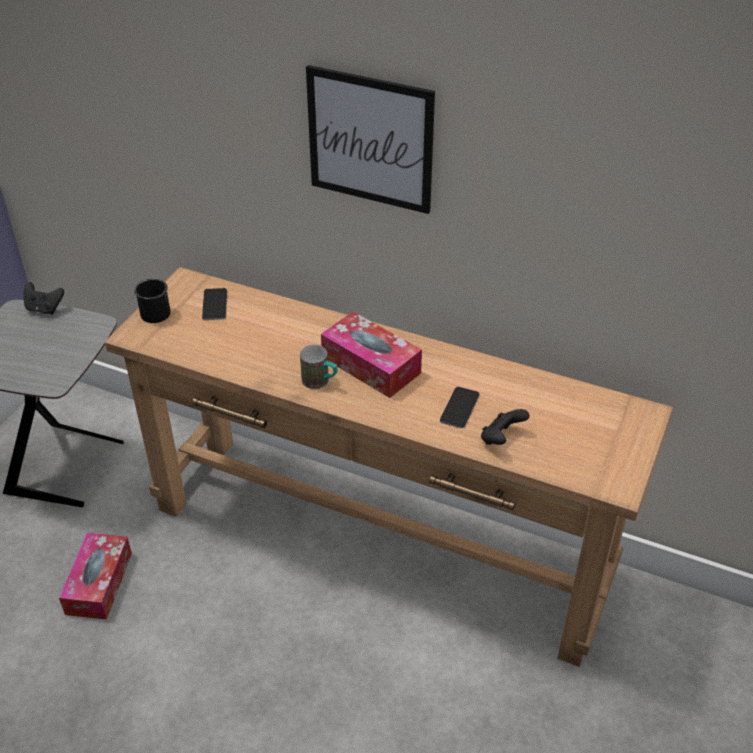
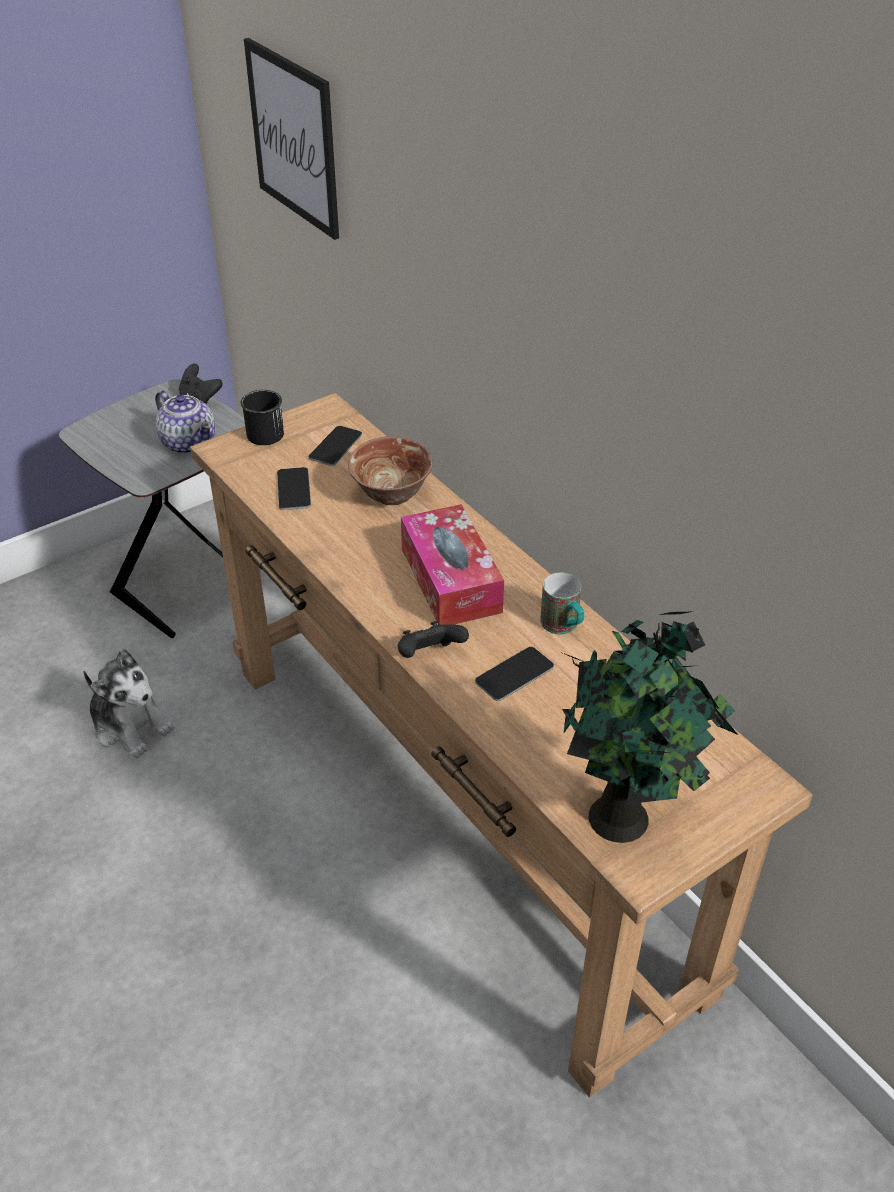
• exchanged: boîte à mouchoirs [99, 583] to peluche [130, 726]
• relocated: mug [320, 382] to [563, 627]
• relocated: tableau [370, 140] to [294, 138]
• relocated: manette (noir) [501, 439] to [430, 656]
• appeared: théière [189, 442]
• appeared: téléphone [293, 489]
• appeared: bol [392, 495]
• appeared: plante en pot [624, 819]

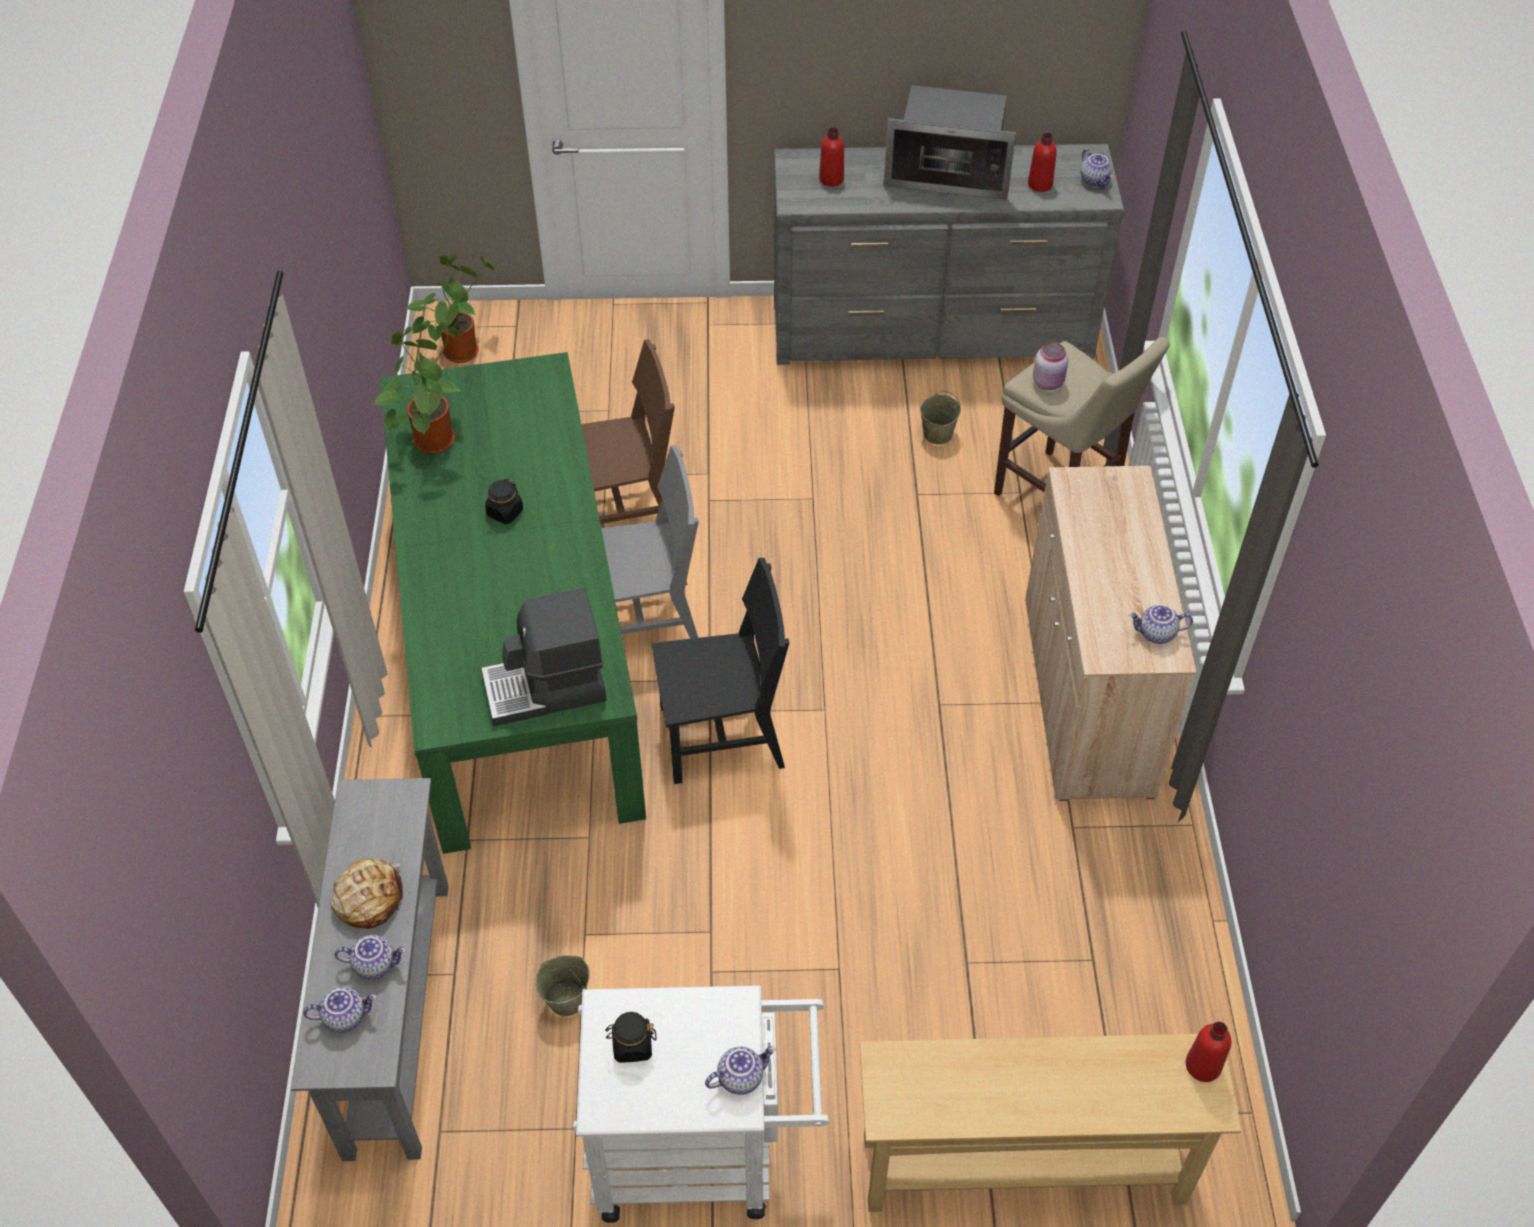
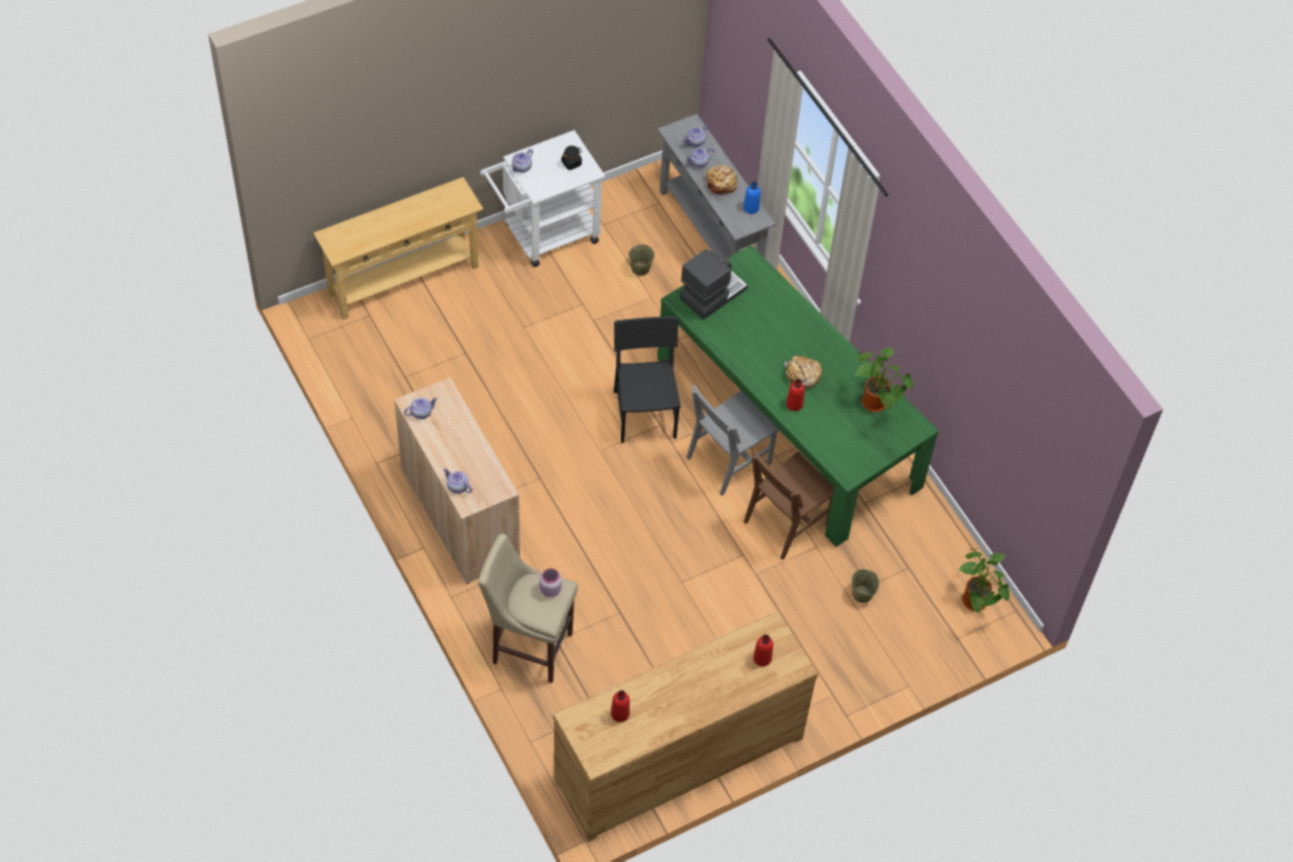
• exchanged: bocal (noir) [505, 512] to pain [802, 375]
• spun: chaise (noir) [722, 737] = [645, 414] 120 degrees clockwise
• colour: commode (gris) [932, 330] to commode (marron) [677, 757]
• missing: micro-ondes [949, 173]
• relocated: seau (beige) [938, 434] to [862, 594]
• relocated: théière [1095, 180] to [457, 487]
• relocated: bouteille (rouge) [1203, 1066] to [794, 404]
• appeared: bouteille (bleu) [751, 208]

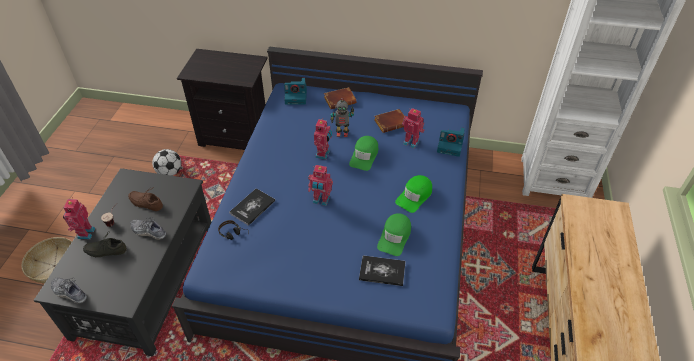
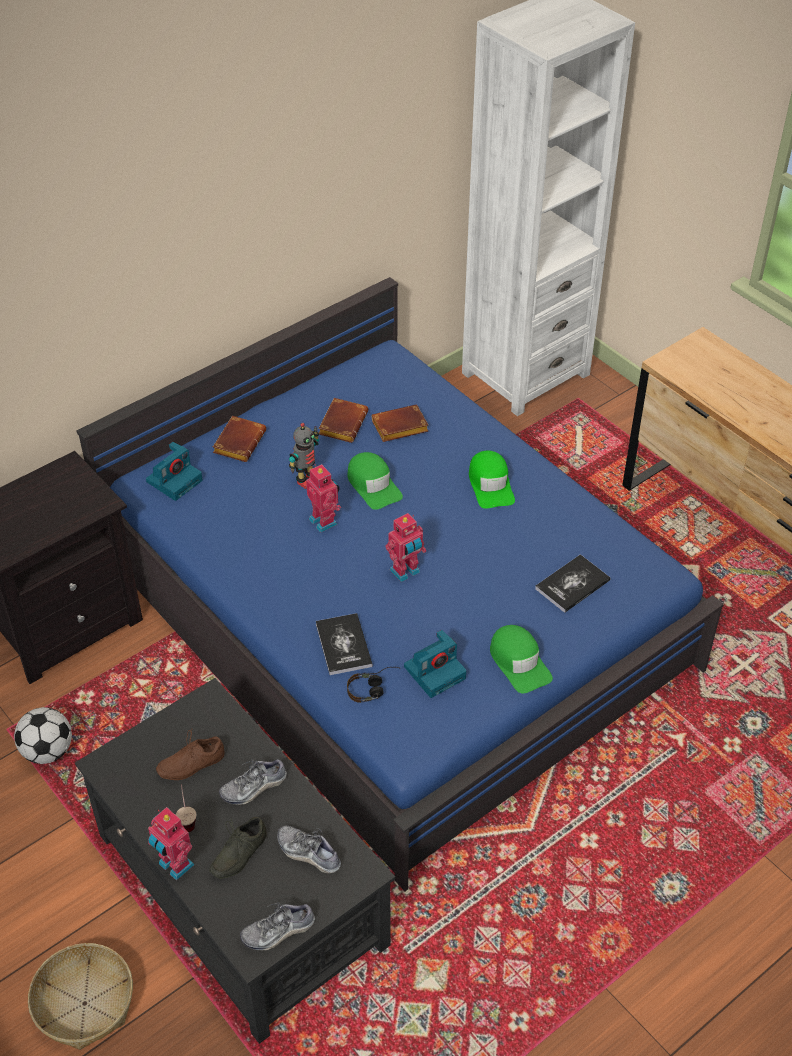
• relocated: casquette (vert) [395, 237] to [519, 663]
• exchanged: robot jouet [411, 142] to livre (marron) [399, 428]
• relocated: appareil photo [450, 146] to [435, 671]
• appeared: chaussure [308, 853]

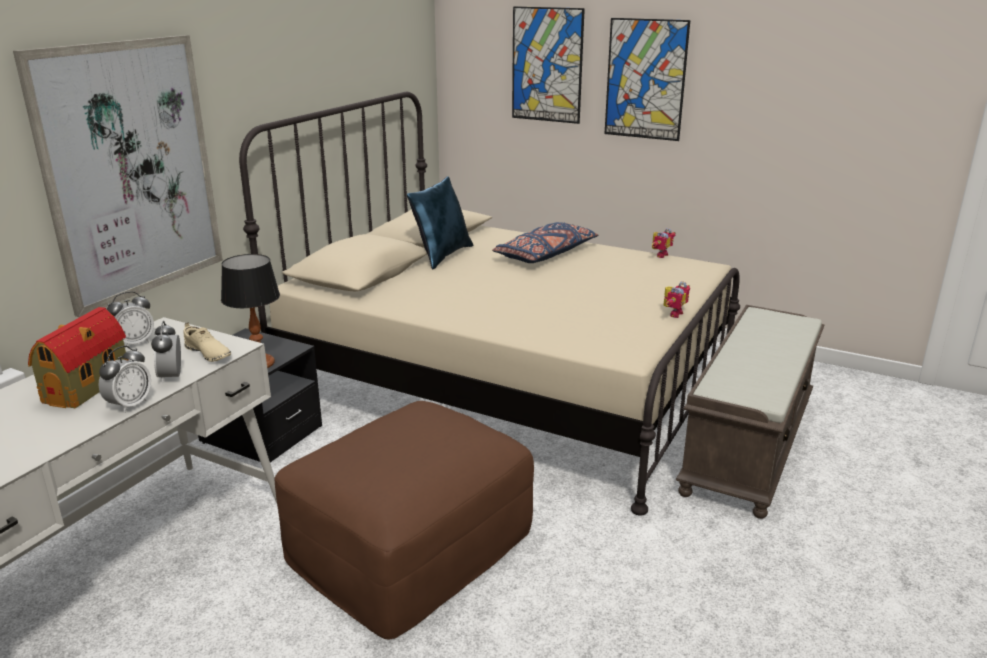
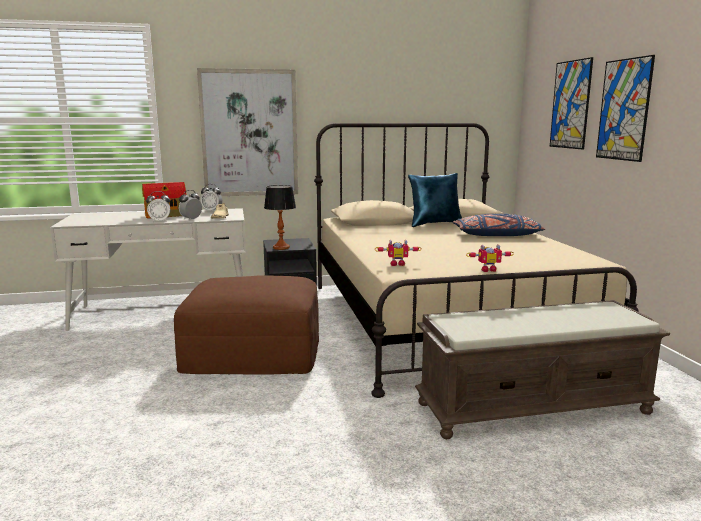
• relocated: robot jouet [659, 255] to [397, 264]

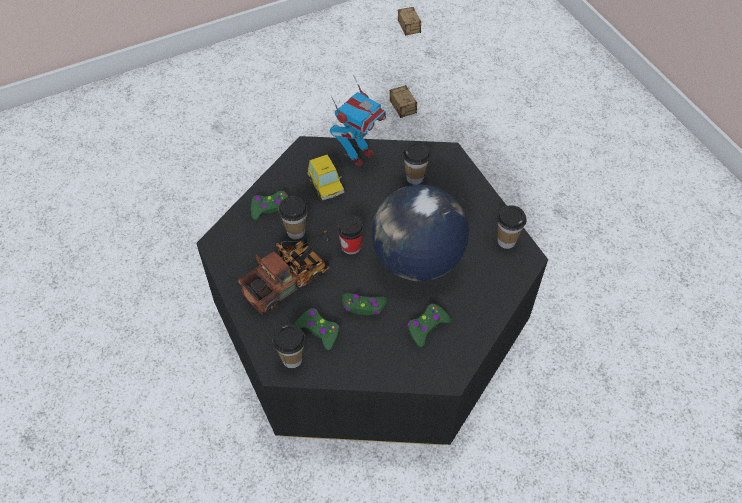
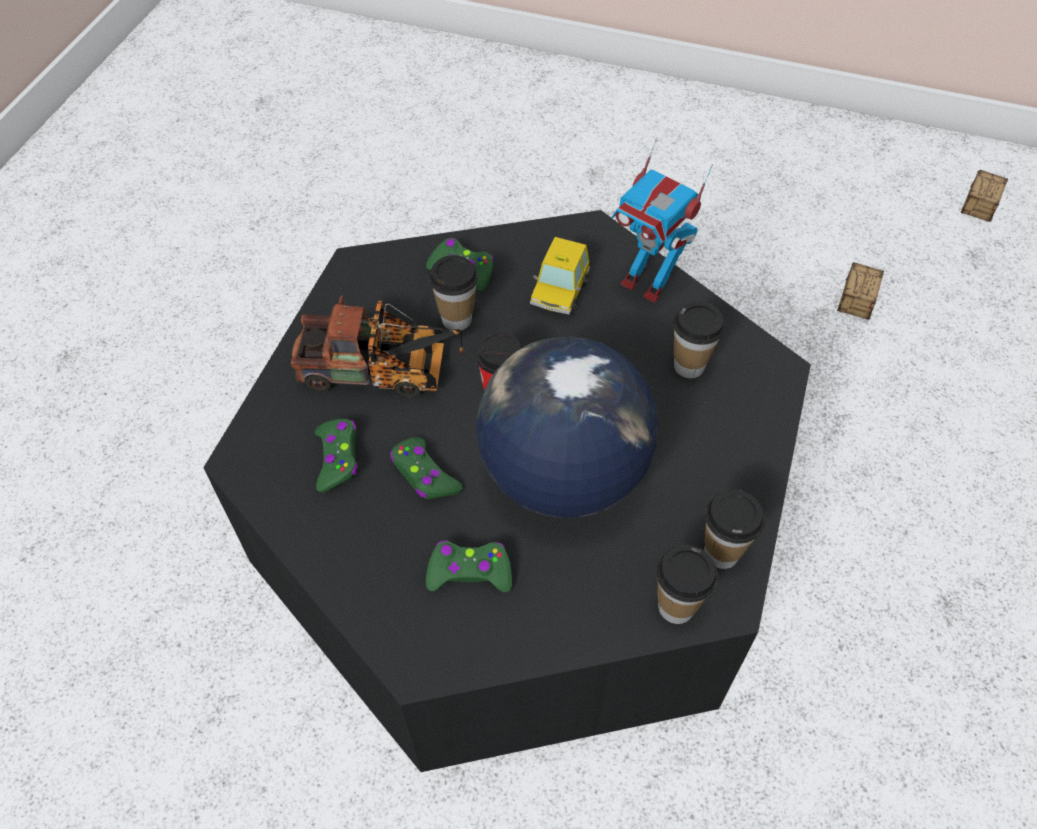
• relocated: tasse [292, 359] to [676, 607]
• spun: robot jouet [358, 155] = [647, 283] 45 degrees clockwise

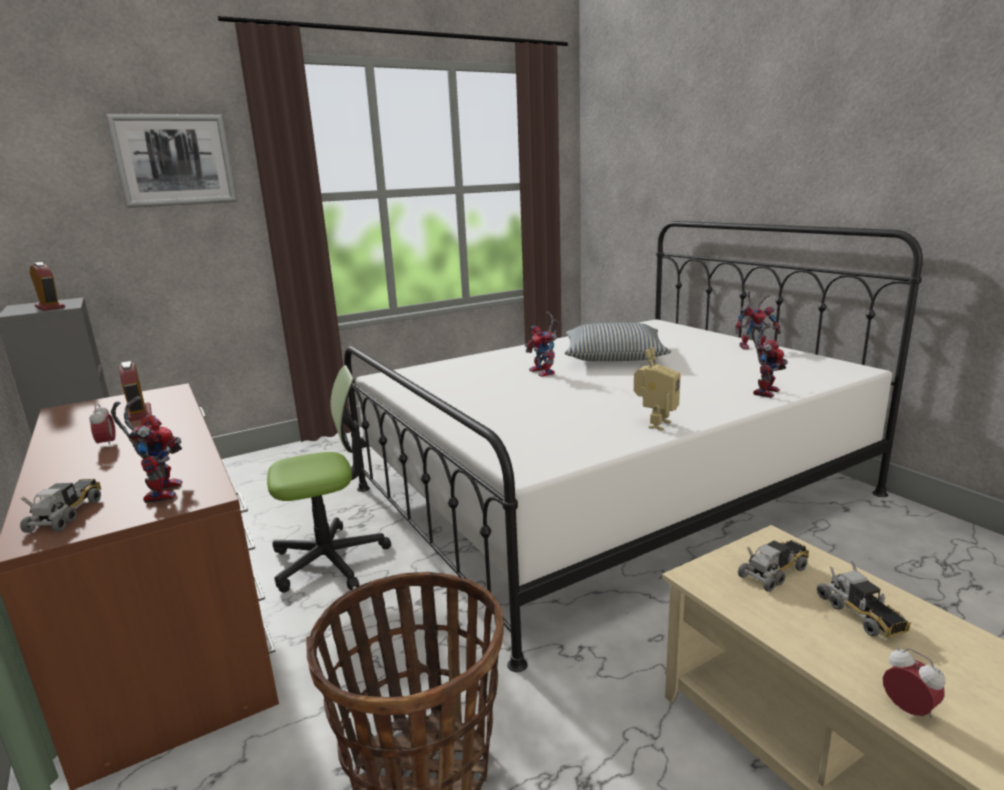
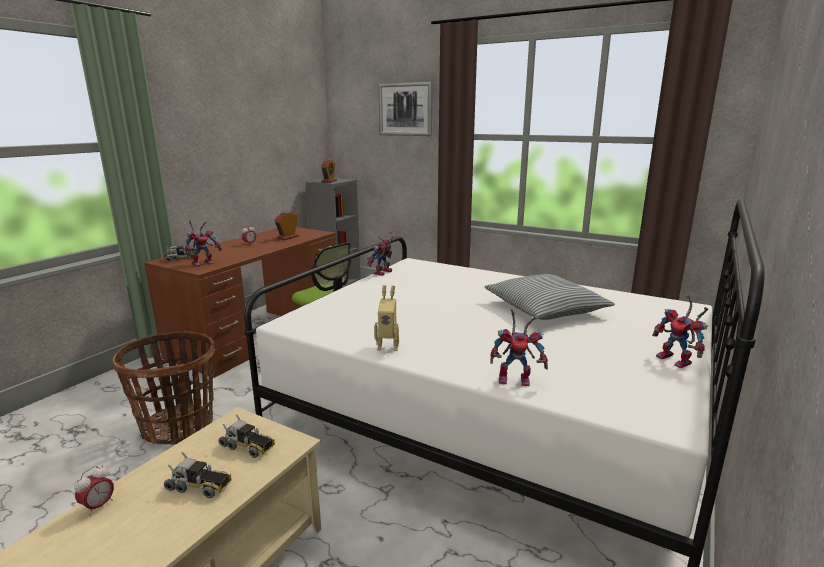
• relocated: robot jouet [545, 372] to [383, 273]
• spun: camion jouet [861, 614] = [200, 486] 120 degrees counterclockwise

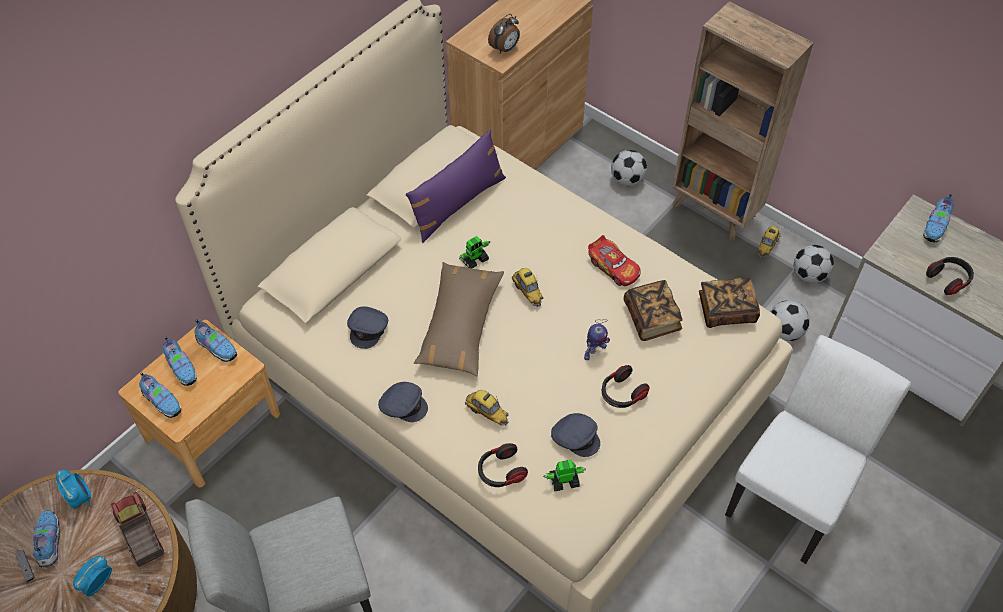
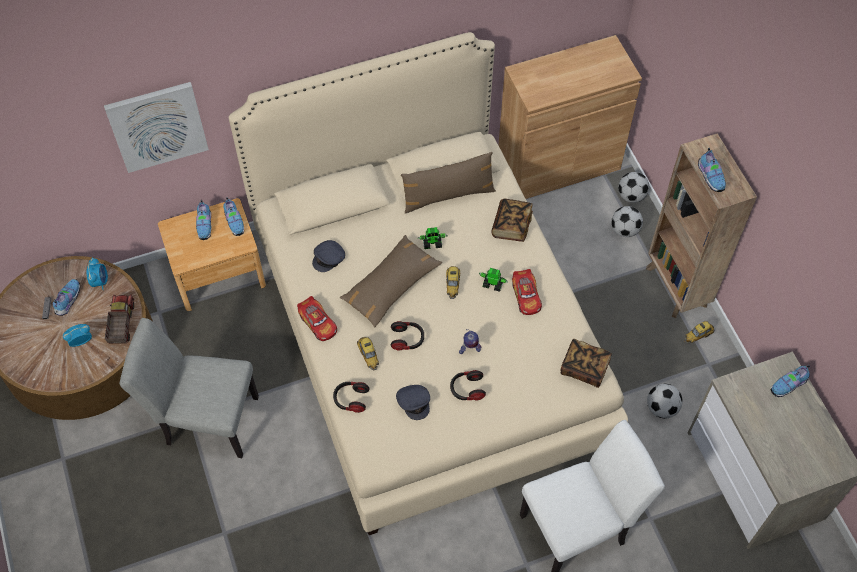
• relocated: chaussure [162, 401] to [710, 176]
• exchanged: casquette (gris) [403, 405] to petite voiture [318, 323]
• colour: coussin (violet) [457, 204] to coussin (marron) [448, 195]
• missing: réveil [505, 49]
• relocated: robot jouet [563, 481] to [492, 284]
• relocated: livre [651, 318] to [511, 226]
• relocated: ballon de foot [809, 275] to [631, 196]
• relocated: casque audio [948, 280] to [407, 339]
• appeared: tableau [157, 126]

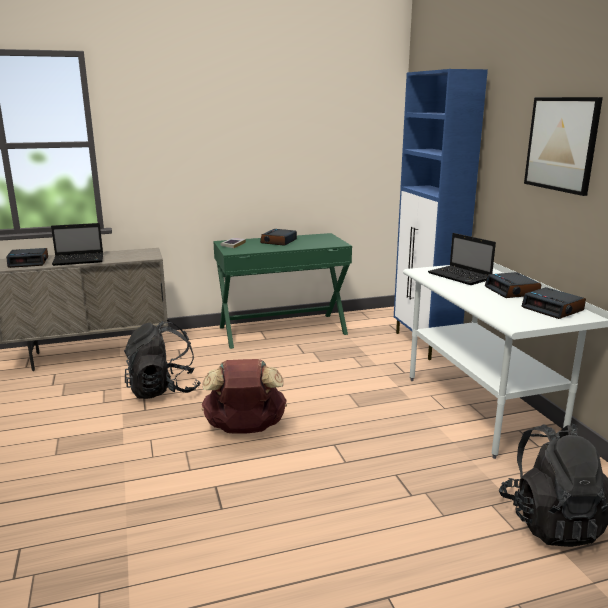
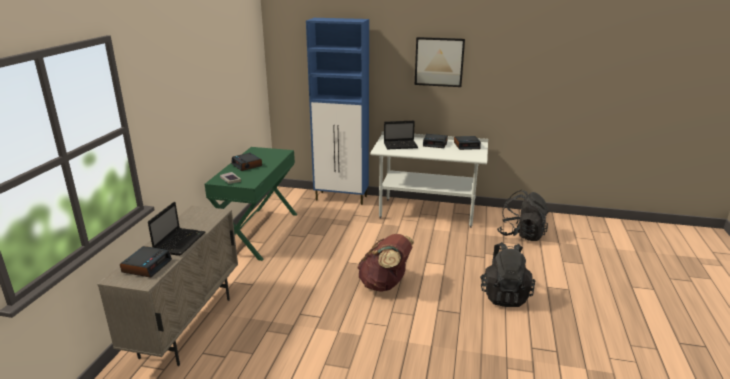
• relocated: sac à dos (noir) [163, 390] to [504, 295]

